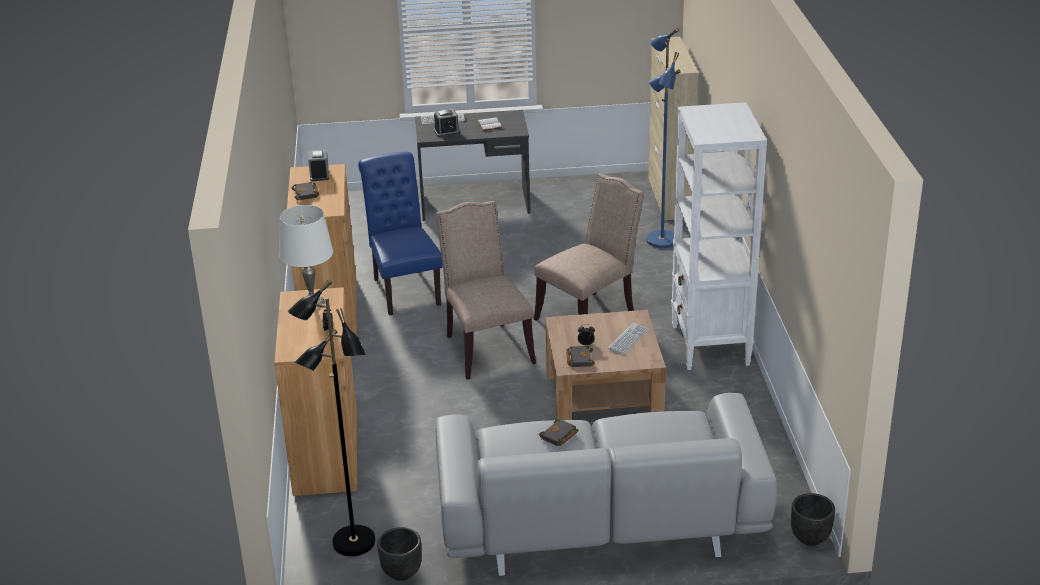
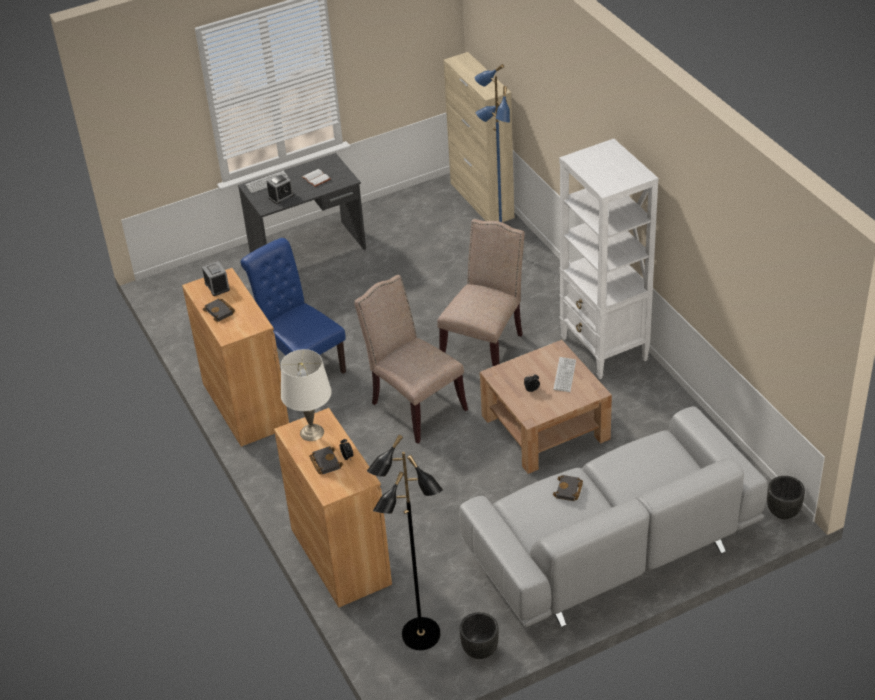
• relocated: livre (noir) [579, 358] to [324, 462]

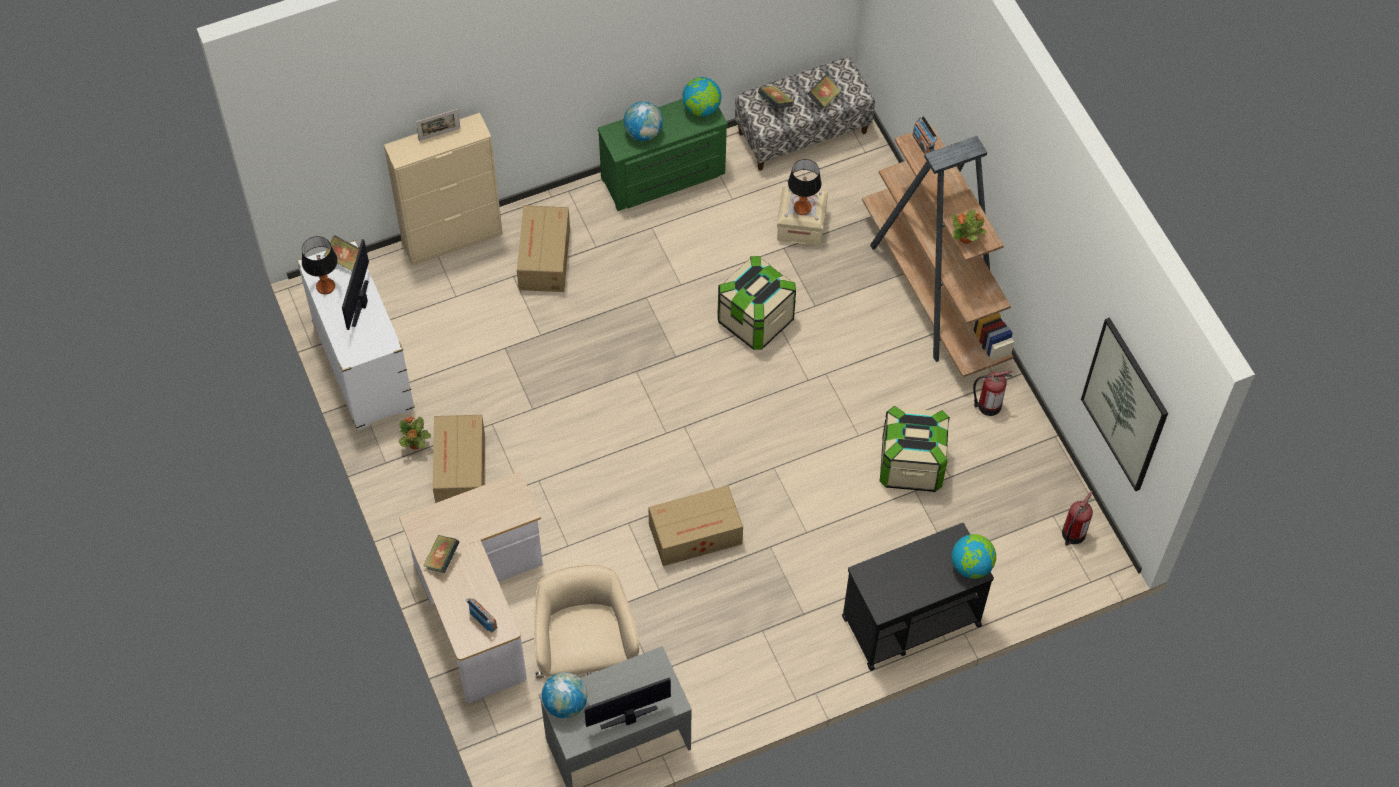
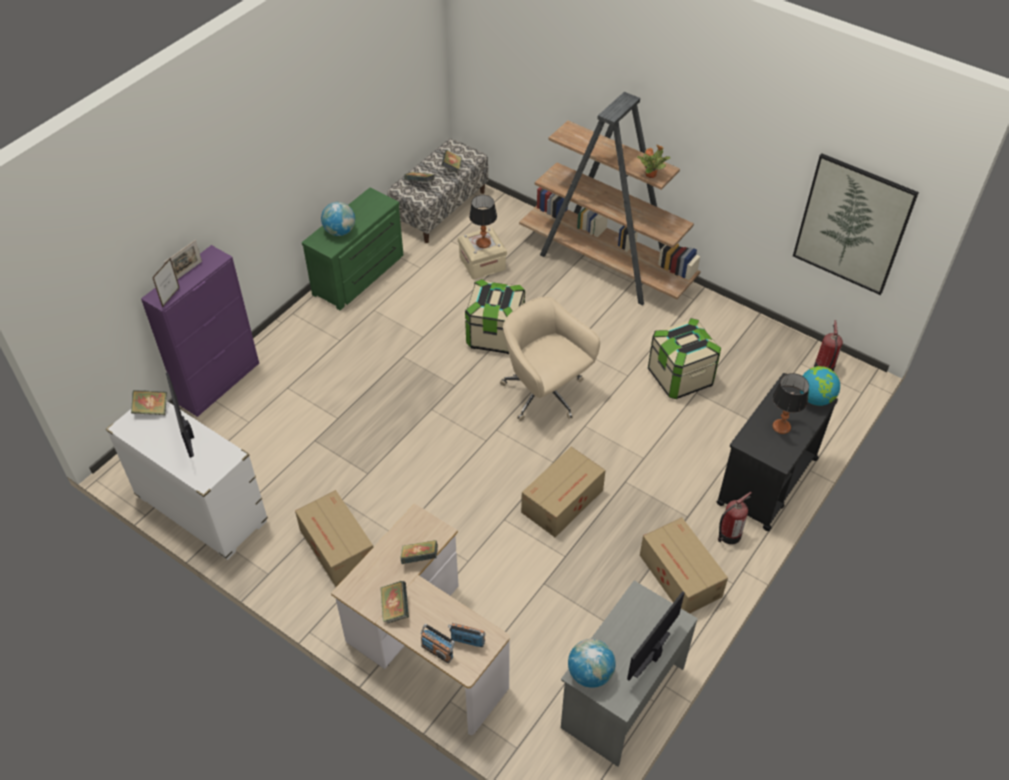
• relocated: lampe de table [326, 286] to [781, 426]
• colour: meuble de rangement (beige) [453, 238] to meuble de rangement (violet) [219, 383]
• missing: plante en pot [415, 445]
• relocated: carton [543, 259] to [680, 577]
• relocated: chaise de bureau (beige) [586, 659] to [545, 394]
• missing: globe [701, 108]
• relocated: radio [923, 144] to [437, 651]
• relocated: extincteur [988, 405] to [728, 535]
• appeared: cadre photo [171, 297]
• appeared: livre [419, 558]

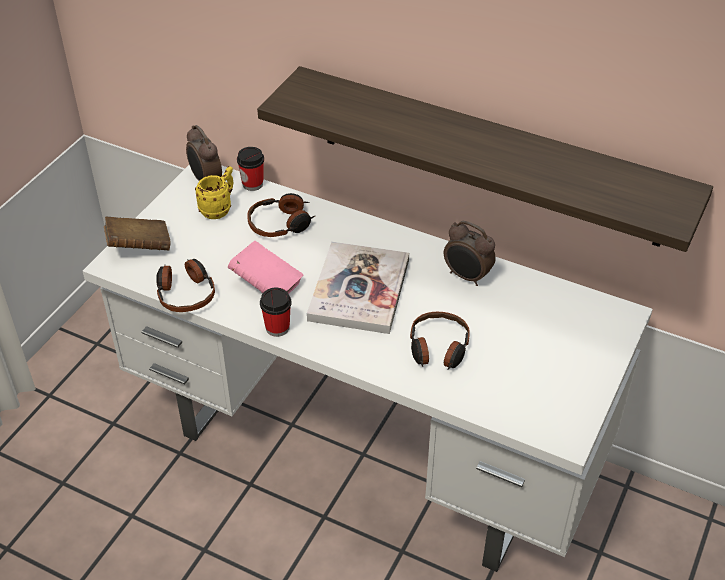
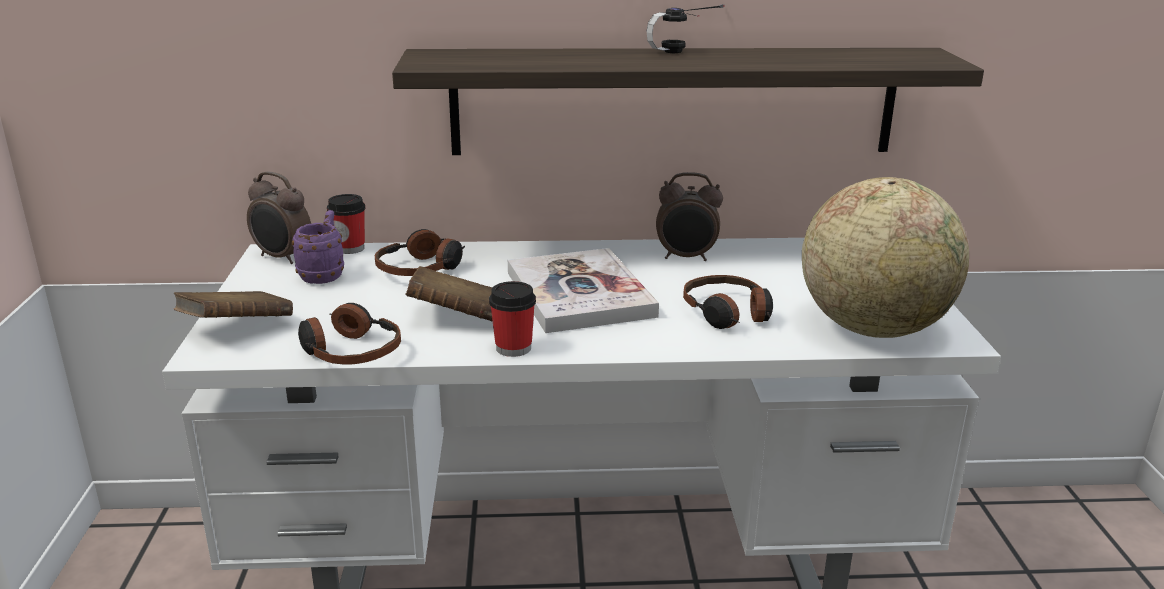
• colour: mug (jaune) [219, 208] to mug (violet) [324, 274]
• colour: livre (rose) [266, 284] to livre (marron) [457, 317]
• appeared: casque audio [691, 52]
• appeared: globe [873, 328]

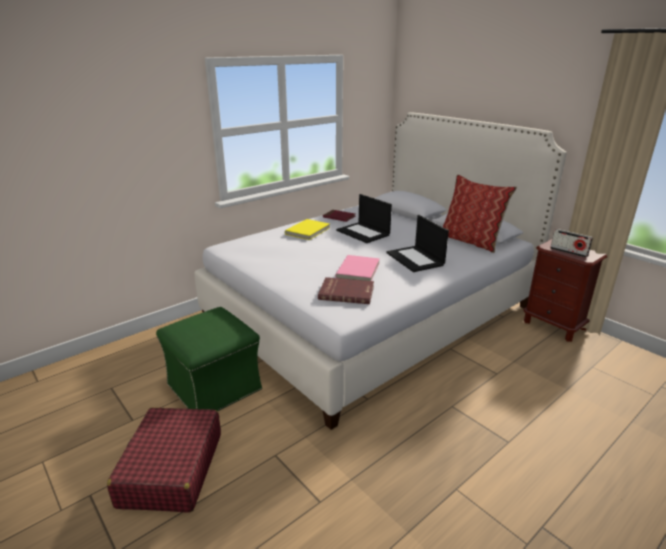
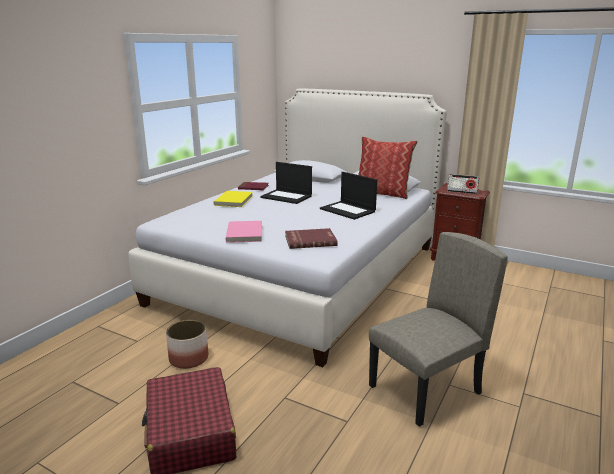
• exchanged: pouf (vert) [215, 387] to cache-pot [189, 358]
• relocated: livre (rose) [359, 270] to [245, 233]
• appeared: chaise (beige) [425, 390]

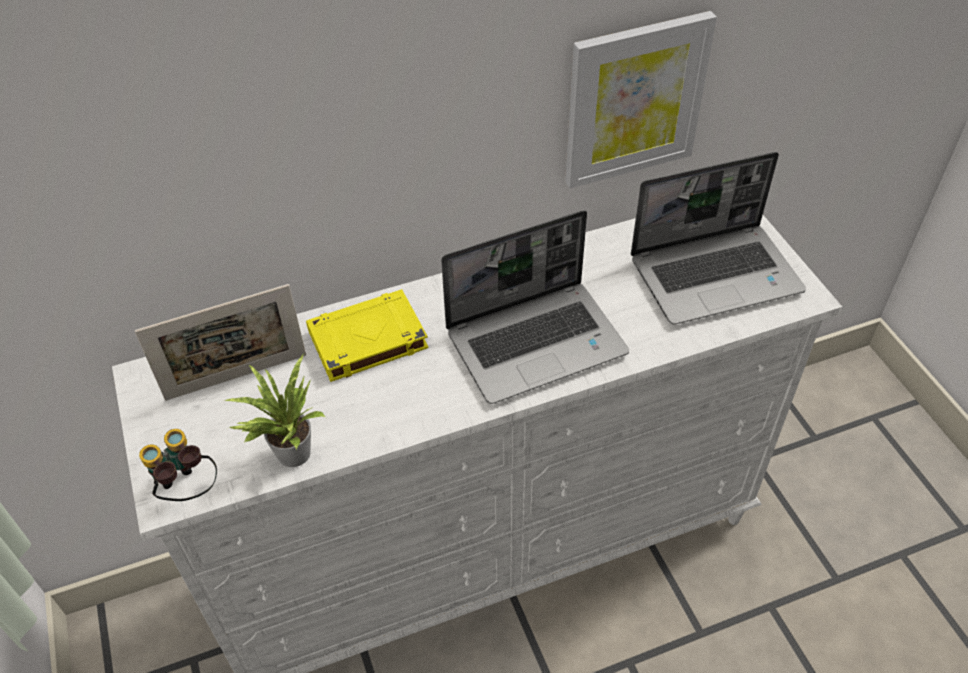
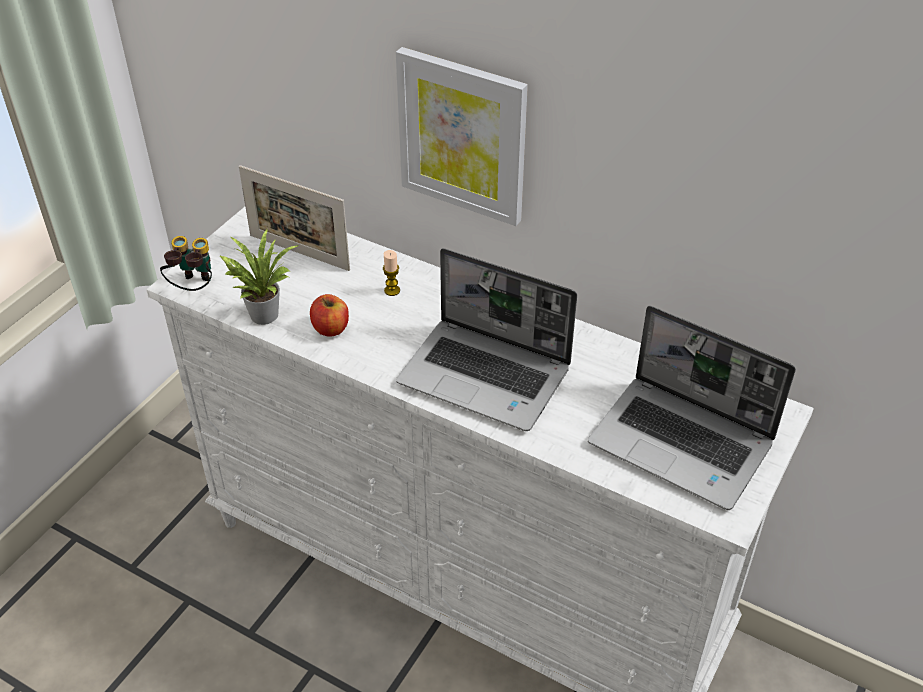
• exchanged: livre (jaune) [366, 340] to bougie [392, 290]
• relocated: tableau [634, 100] to [463, 135]
• appeared: pomme [331, 328]

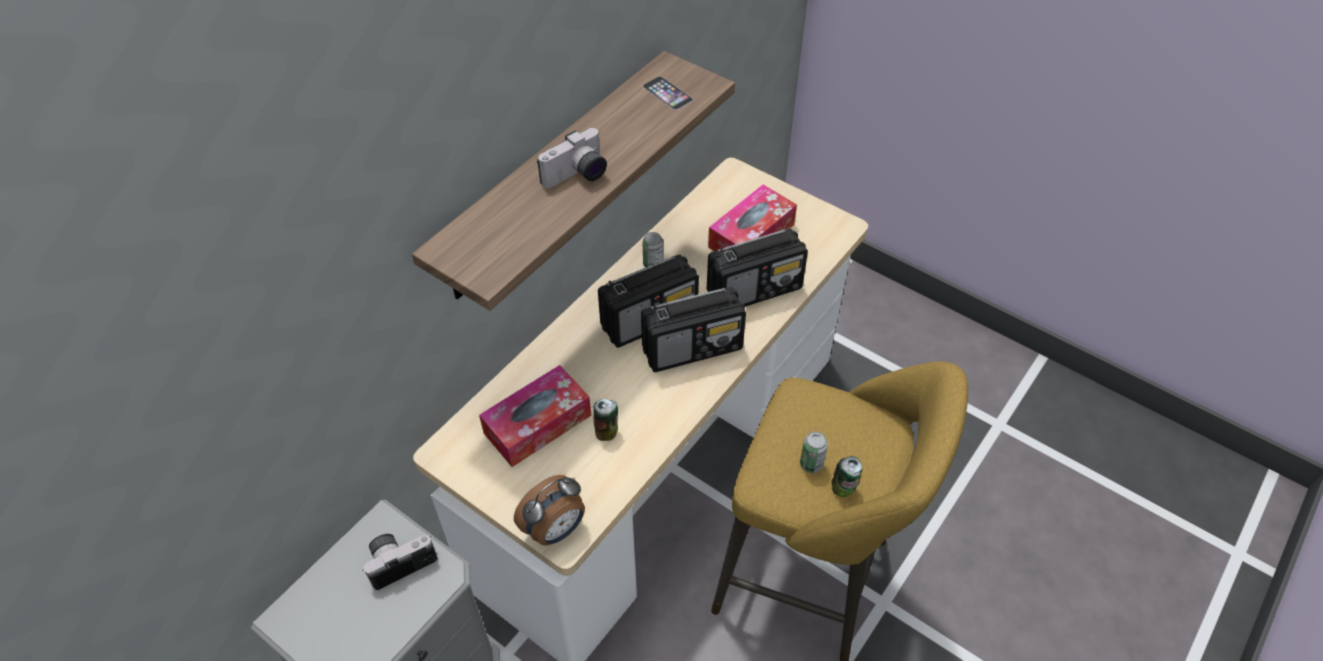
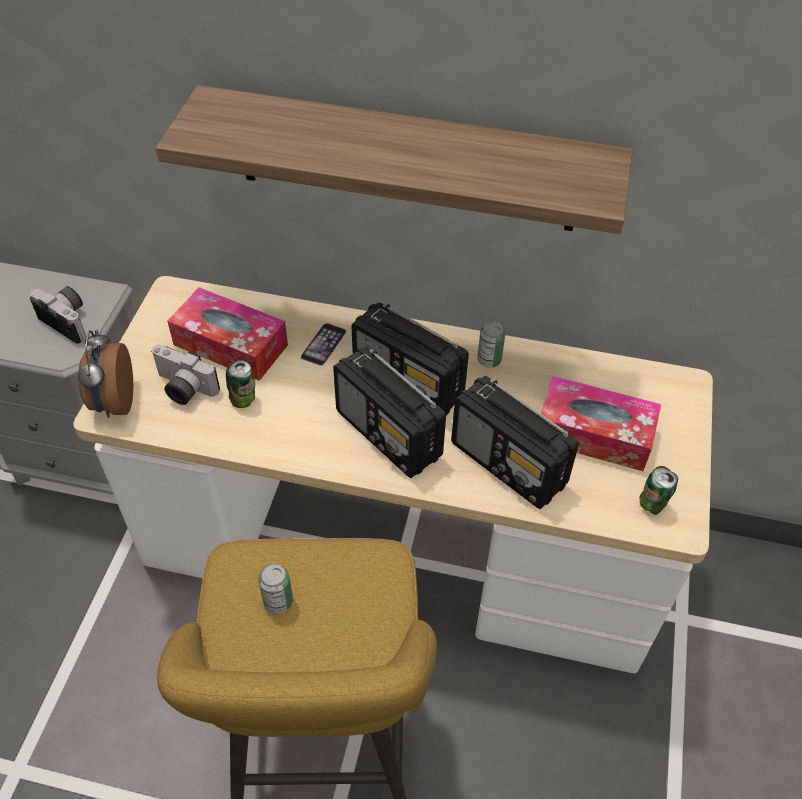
• spun: réveil [555, 530] = [113, 402] 60 degrees clockwise
• relocated: appareil photo [577, 176] to [182, 389]
• relocated: téléphone [667, 93] to [323, 344]
• relocated: boîte métallique [844, 489] to [651, 505]

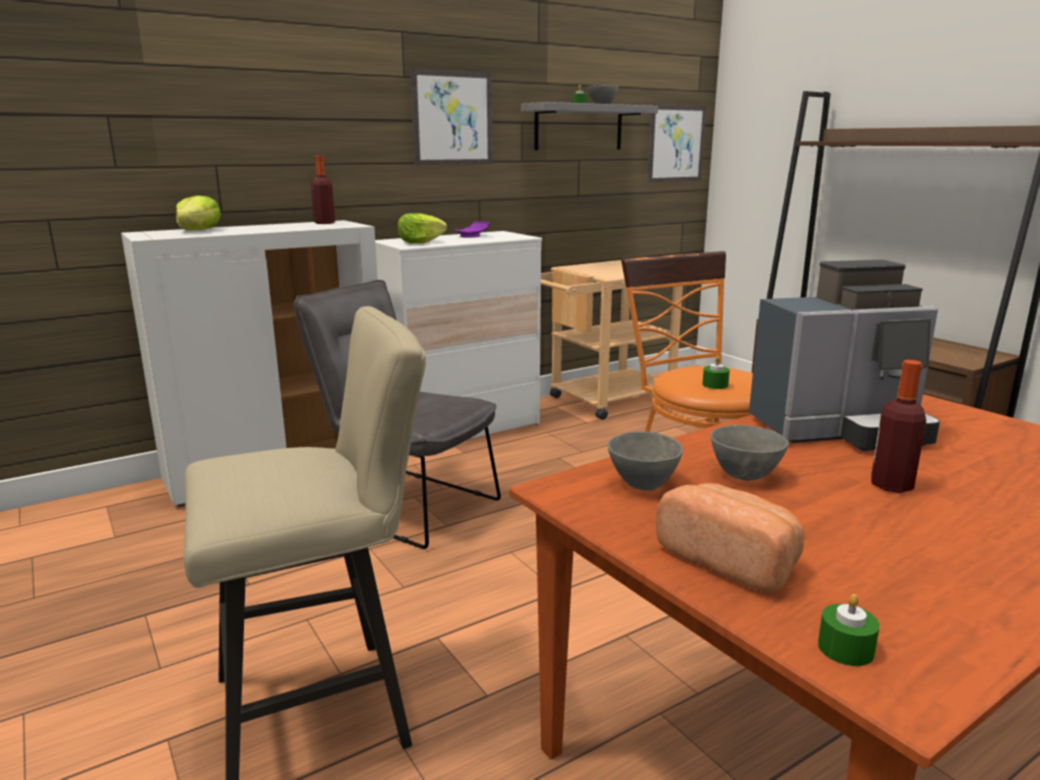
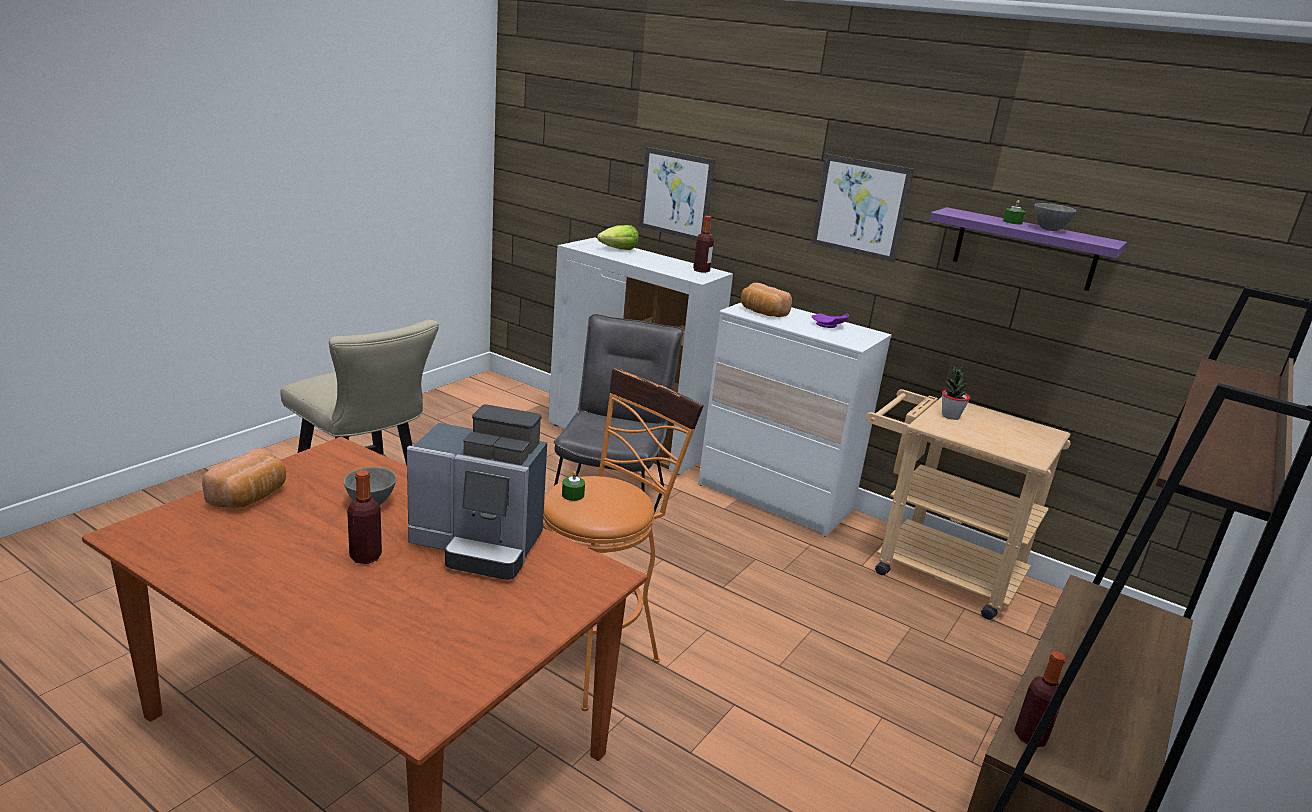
• exchanged: laitue [420, 242] to pain [761, 312]
• colour: étagère (gris) [579, 127] to étagère (violet) [1025, 249]
• missing: bol (gris) [642, 484]
• relocated: tableau [676, 143] to [676, 194]
• spun: machine à café [840, 430] = [479, 546] 45 degrees counterclockwise
• missing: bougie (vert) [845, 648]
• appeared: plante en pot [950, 416]
• appeared: bouteille [1030, 737]

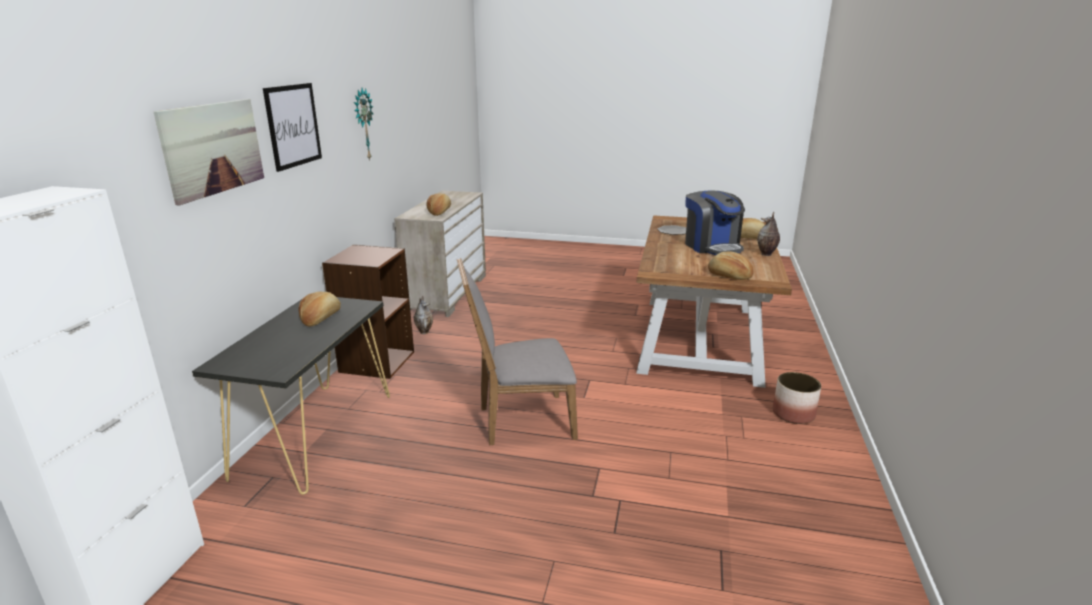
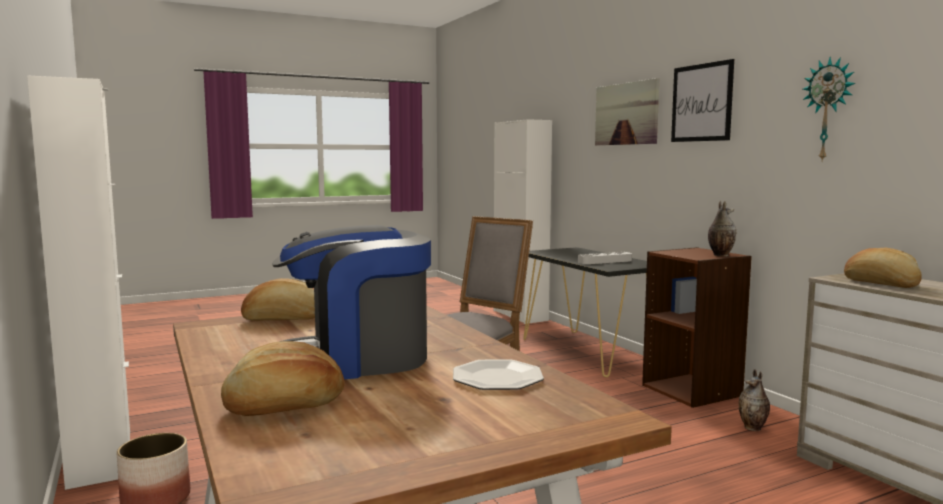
• exchanged: pain [321, 318] to plateau (gris) [605, 261]
• spun: machine à café [712, 246] = [357, 359] 45 degrees counterclockwise
• relocated: vase [766, 254] to [720, 255]
• appeared: meuble de rangement (blanc) [100, 458]

